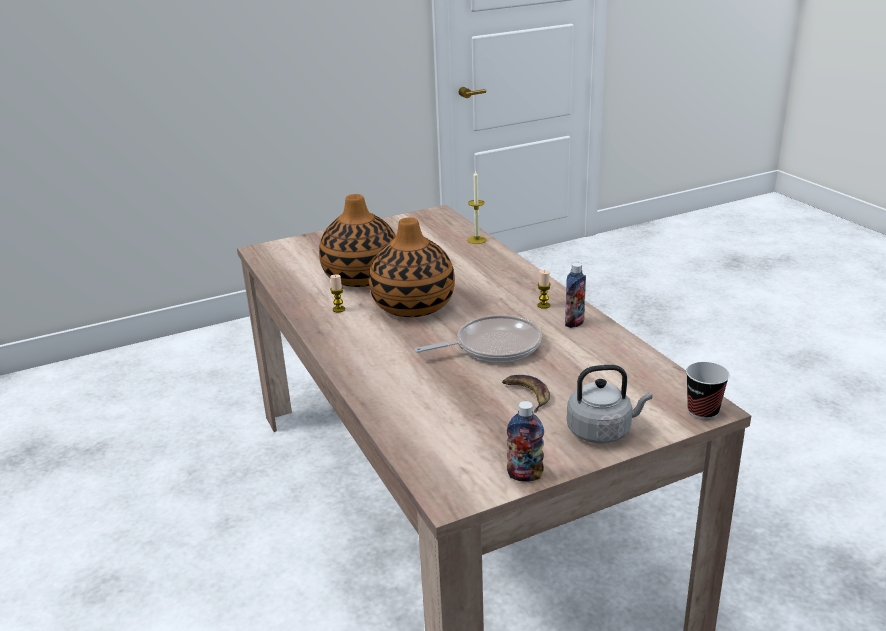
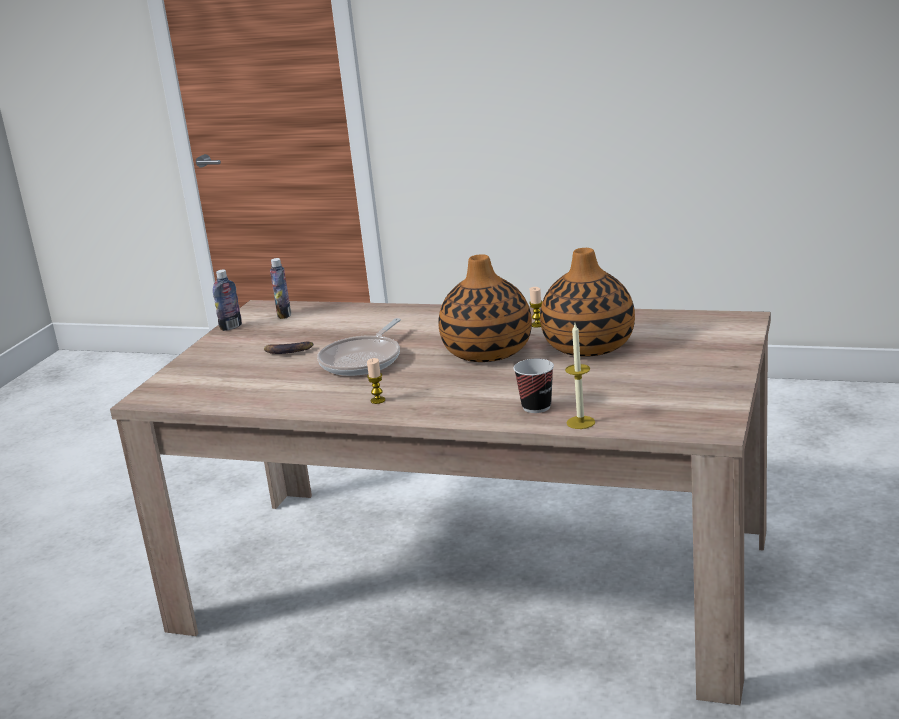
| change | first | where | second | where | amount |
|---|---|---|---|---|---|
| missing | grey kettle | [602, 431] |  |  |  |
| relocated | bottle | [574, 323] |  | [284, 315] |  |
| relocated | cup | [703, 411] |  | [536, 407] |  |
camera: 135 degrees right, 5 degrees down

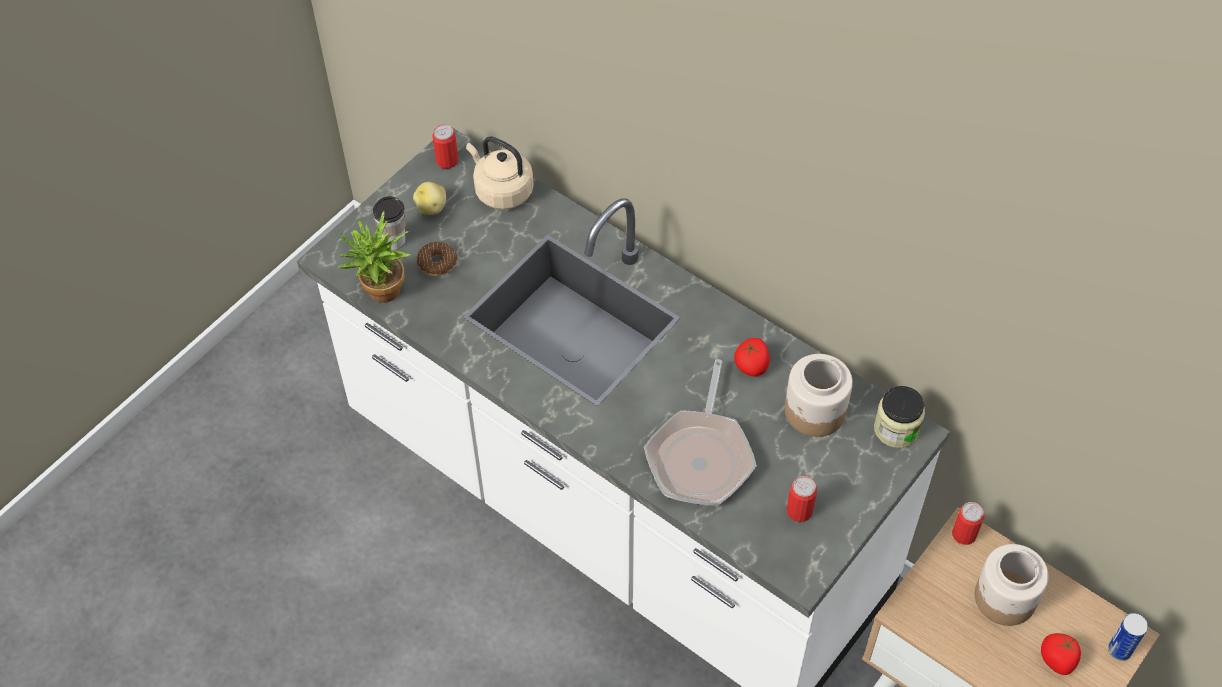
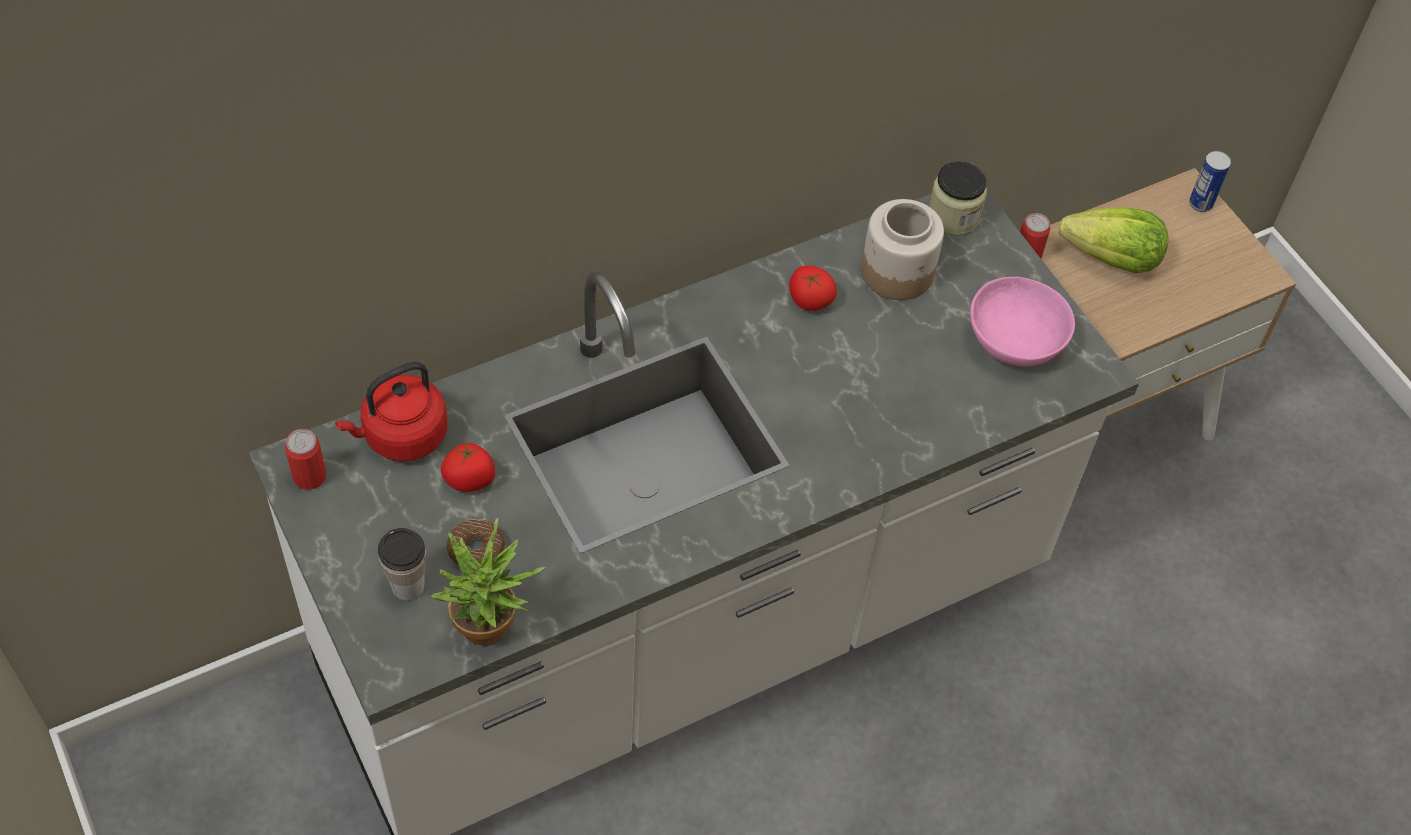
| change | first | where | second | where | amount |
|---|---|---|---|---|---|
| missing | potato | [432, 207] |  |  |  |
| missing | frying pan | [701, 456] |  |  |  |
| relocated | tomato | [1057, 660] |  | [470, 479] |  |
| exchanged | can | [799, 511] | pink bowl | [1016, 339] |  |
| exchanged | jar | [1004, 598] | lettuce | [1112, 260] |  |
| colour | beige kettle | [501, 191] | red kettle | [401, 436] |  |
camera: 70 degrees left, 0 degrees up

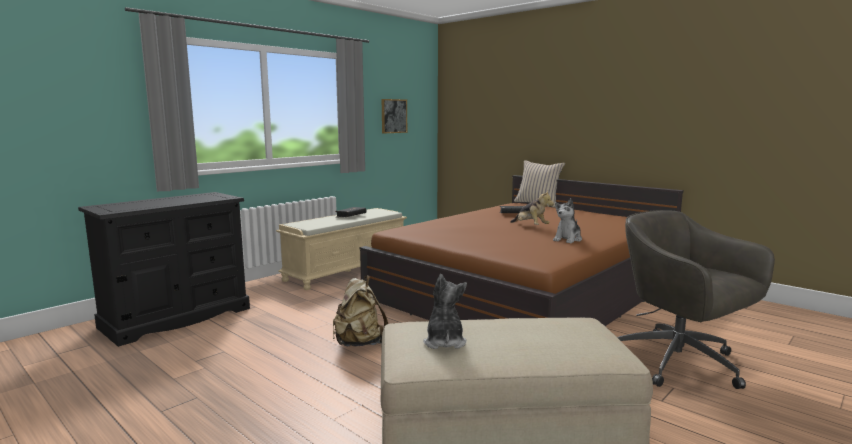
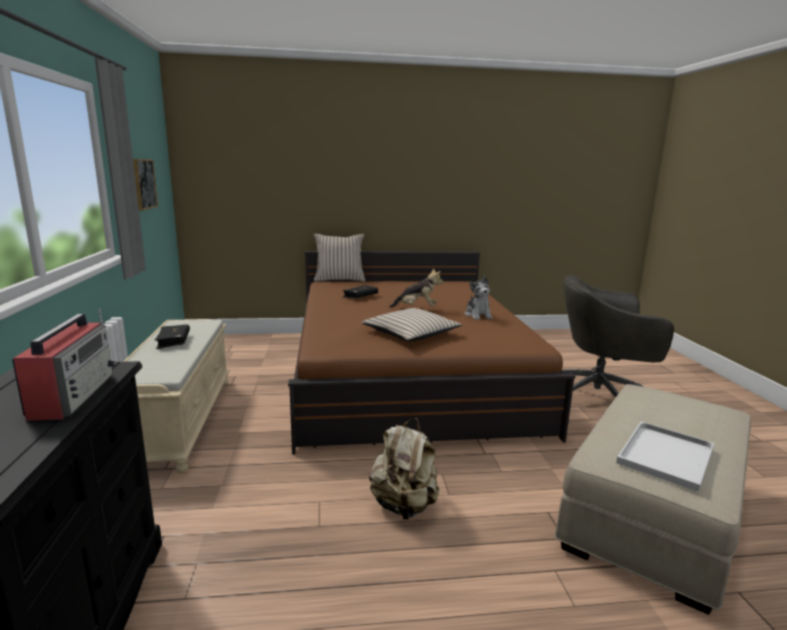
| change | first | where | second | where | amount |
|---|---|---|---|---|---|
| appeared |  |  | radio | [73, 394] |  |
| appeared |  |  | beige pillow | [410, 334] |  |
| exchanged | plush toy | [444, 342] | white tray | [666, 457] |  |
camera: 50 degrees left, 5 degrees up

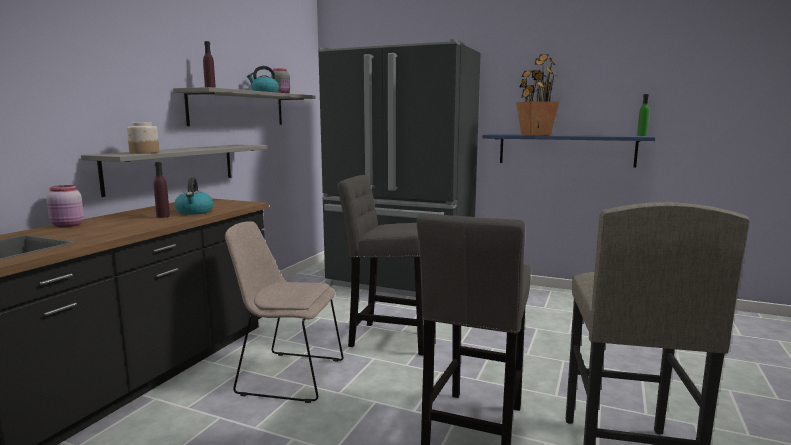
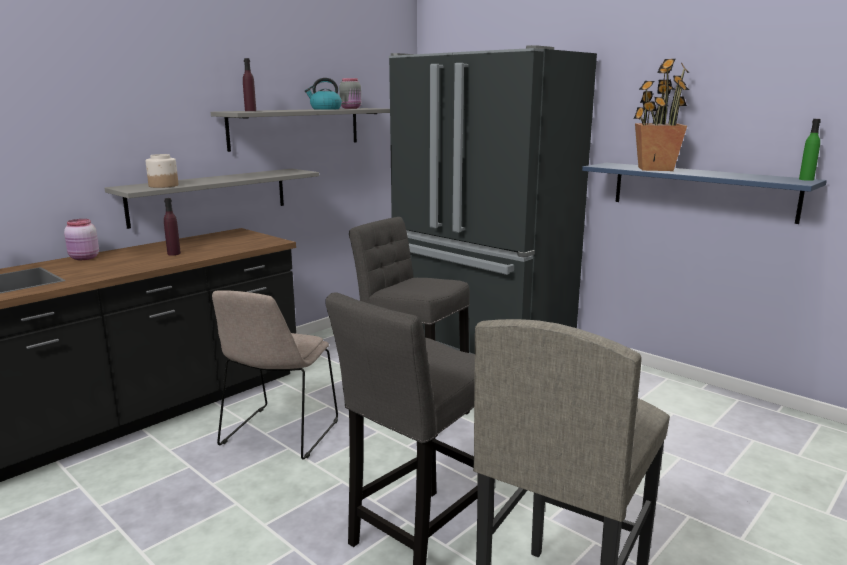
| change | first | where | second | where | amount |
|---|---|---|---|---|---|
| missing | kettle | [194, 212] |  |  |  |
| spun | beige chair | [287, 376] |  | [279, 435] | 105 degrees counterclockwise |
camera: 20 degrees right, 5 degrees up

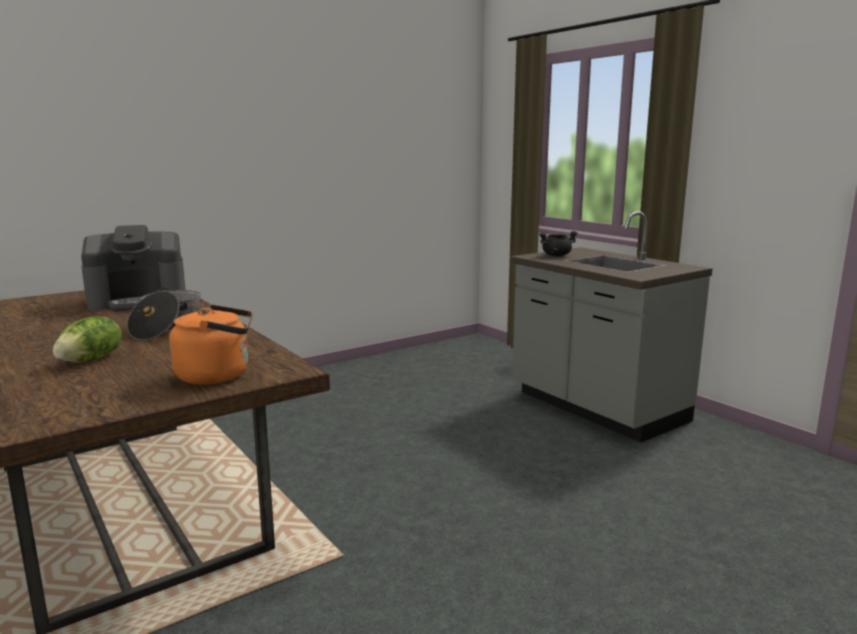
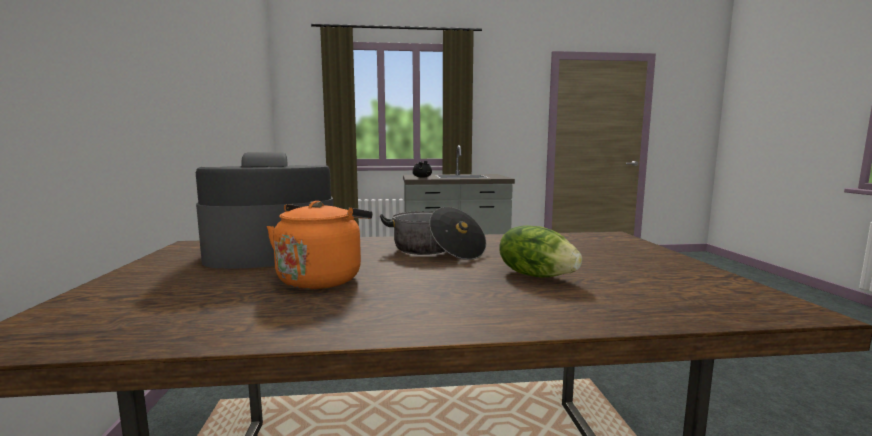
| change | first | where | second | where | amount |
|---|---|---|---|---|---|
| relocated | orange kettle | [218, 375] |  | [322, 278] |  |
| spun | coffee machine | [139, 300] |  | [271, 253] | 120 degrees counterclockwise |
camera: 60 degrees left, 5 degrees down

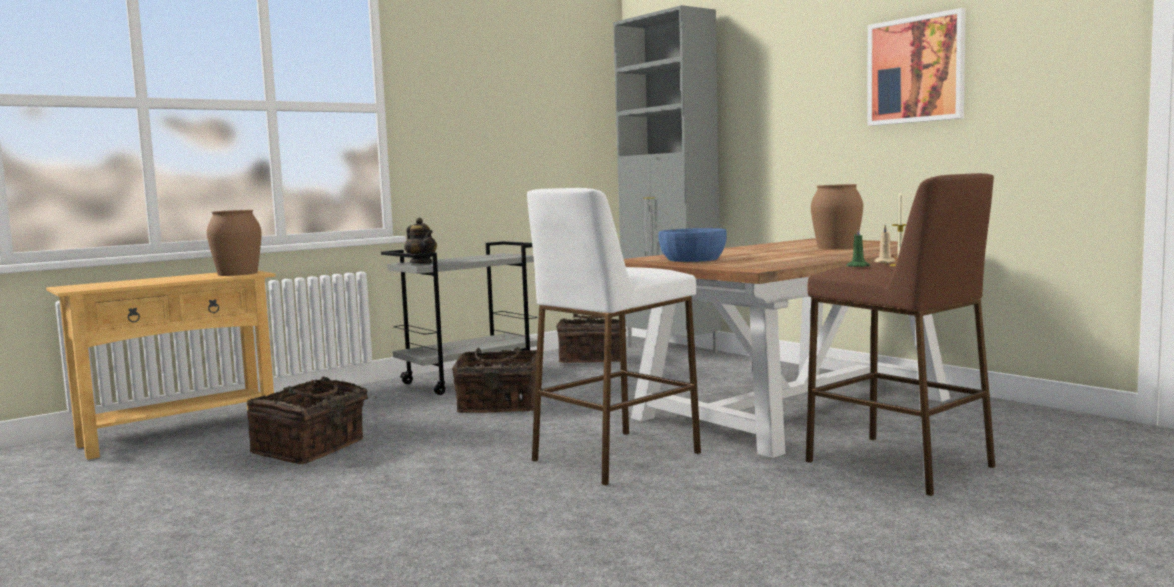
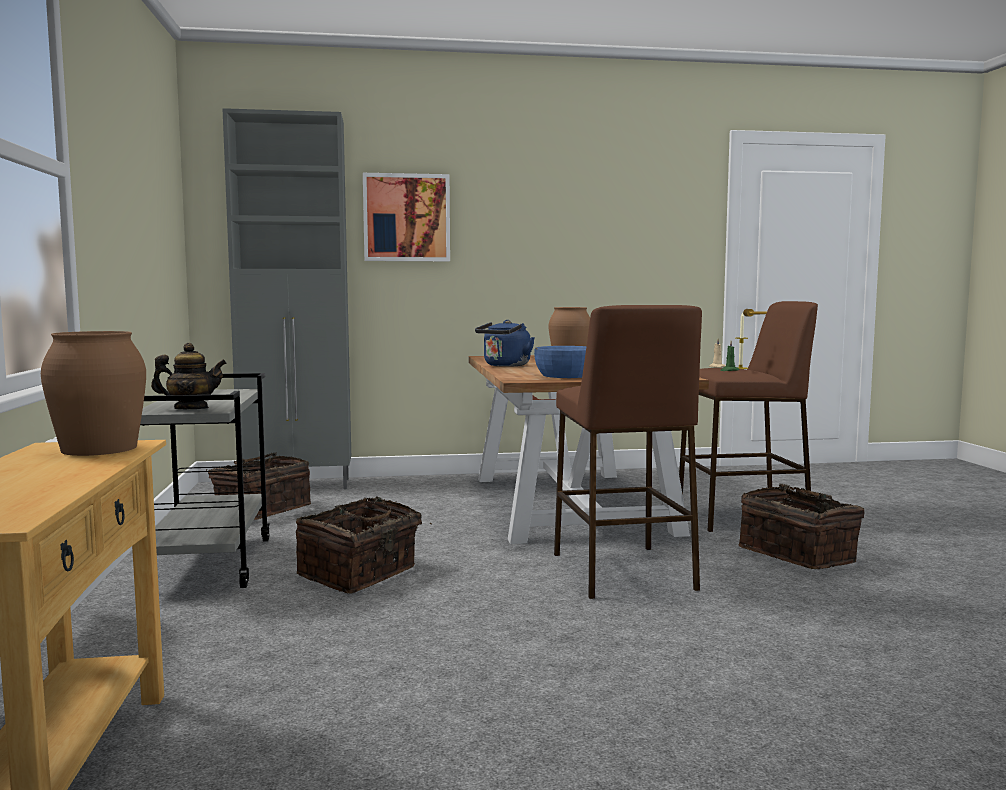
| change | first | where | second | where | amount |
|---|---|---|---|---|---|
| appeared |  |  | blue kettle | [505, 365] |  |
| relocated | basket | [311, 448] |  | [798, 555] |  |
| relocated | picture | [916, 70] |  | [406, 218] |  |
| colour | white stool | [615, 457] | brown stool | [622, 571] |  |
camera: 60 degrees left, 0 degrees up

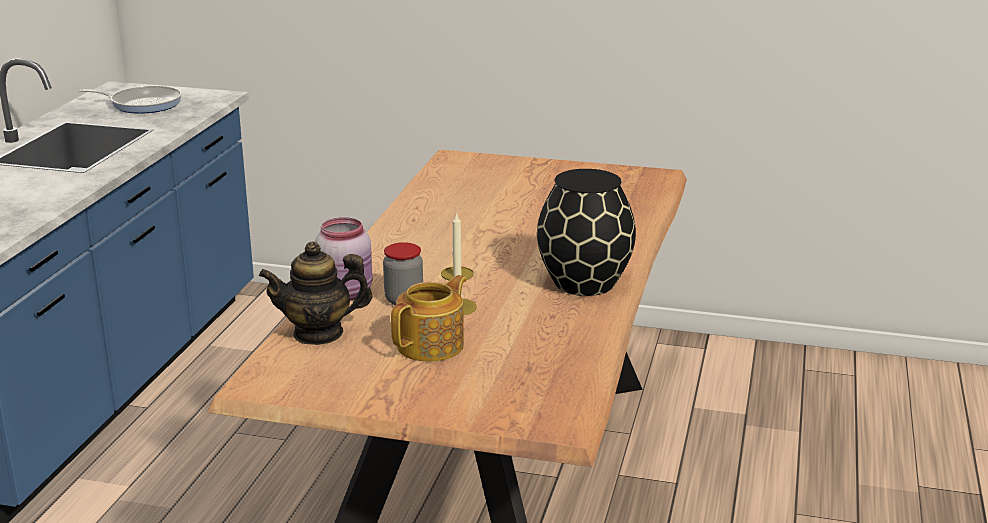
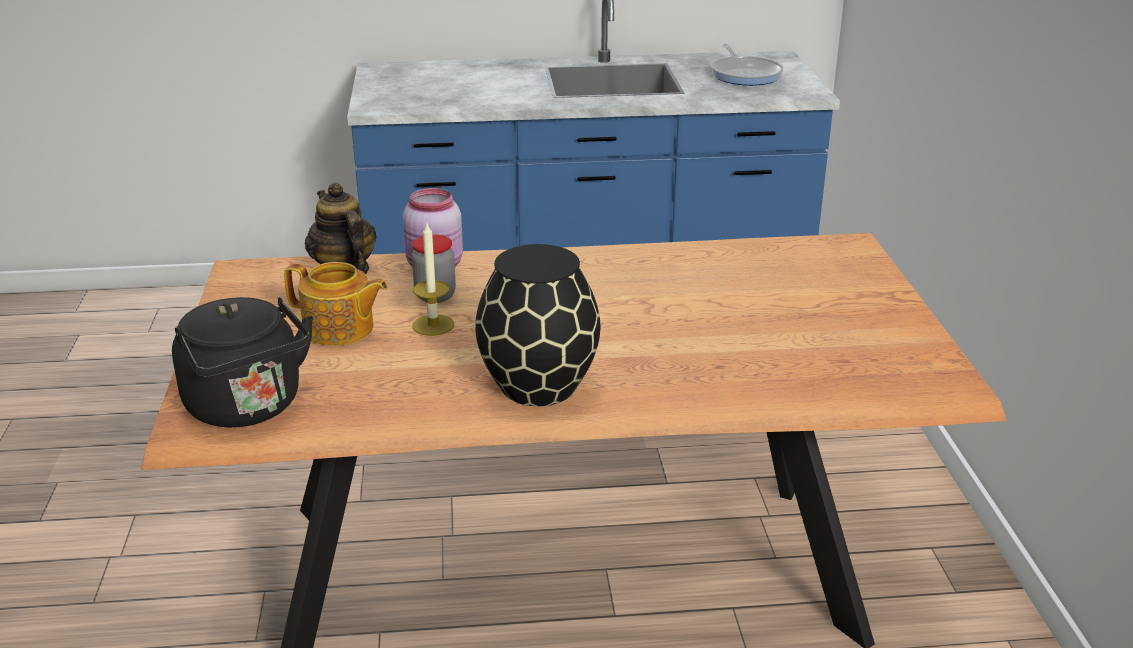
| change | first | where | second | where | amount |
|---|---|---|---|---|---|
| appeared |  |  | black kettle | [248, 408] |  |
camera: 70 degrees right, 5 degrees up

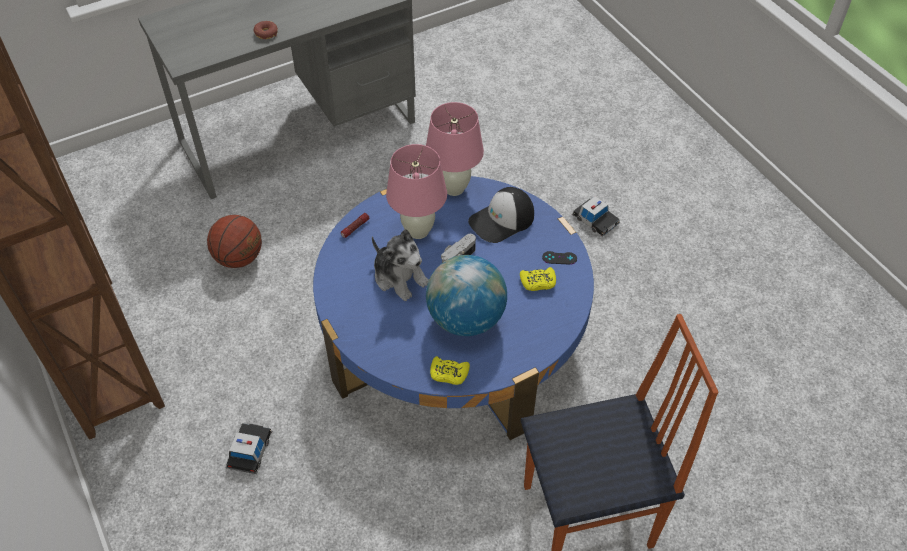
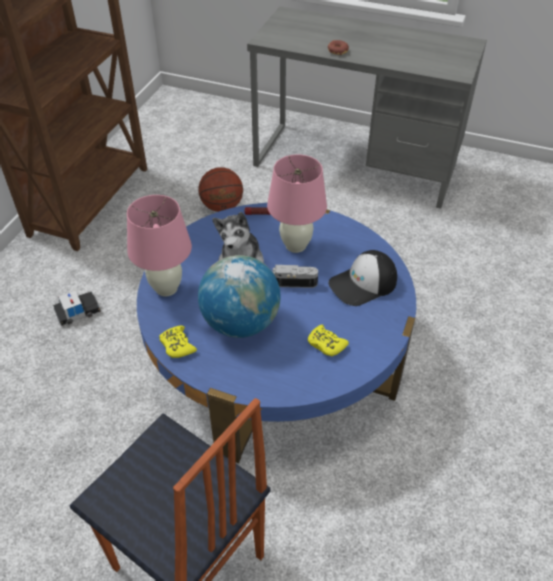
| change | first | where | second | where | amount |
|---|---|---|---|---|---|
| missing | black game controller | [559, 258] |  |  |  |
| missing | toy car | [595, 220] |  |  |  |
| relocated | pink table lamp | [454, 188] |  | [166, 288] |  |
| spun | cap | [502, 220] |  | [363, 284] | 45 degrees counterclockwise |
camera: 50 degrees right, 5 degrees down

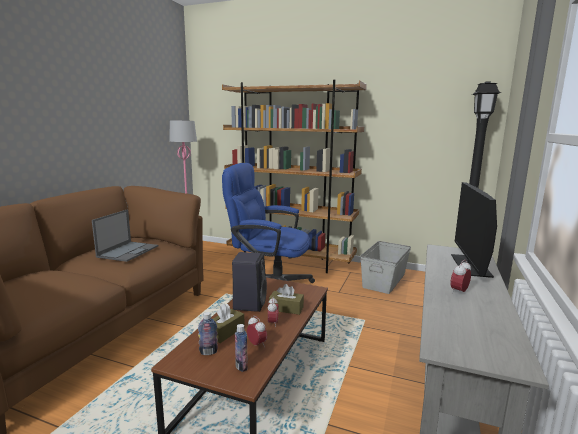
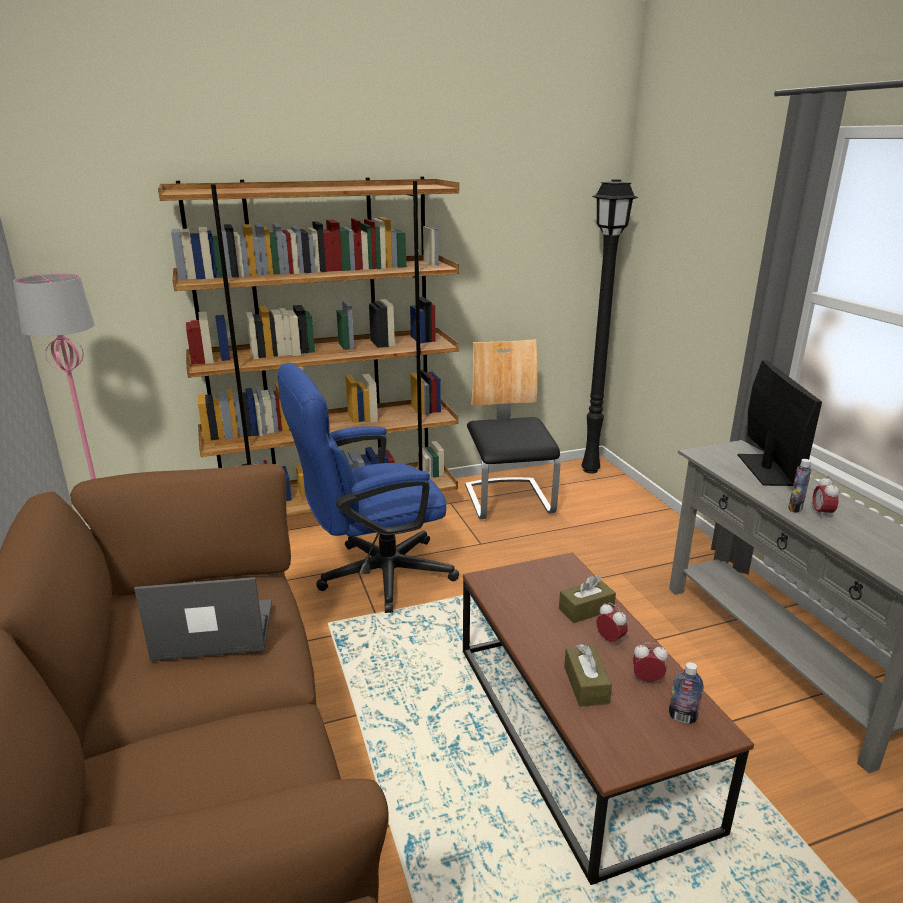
| change | first | where | second | where | amount |
|---|---|---|---|---|---|
| missing | black speaker | [249, 303] |  |  |  |
| relocated | bottle | [208, 352] |  | [795, 508] |  |
| exchanged | grey storage box | [384, 280] | chair | [509, 500] |  |
| spun | laptop | [128, 251] |  | [212, 630] | 75 degrees counterclockwise |
| spun | monitor | [470, 265] |  | [765, 469] | 150 degrees counterclockwise |
camera: 40 degrees left, 10 degrees up

